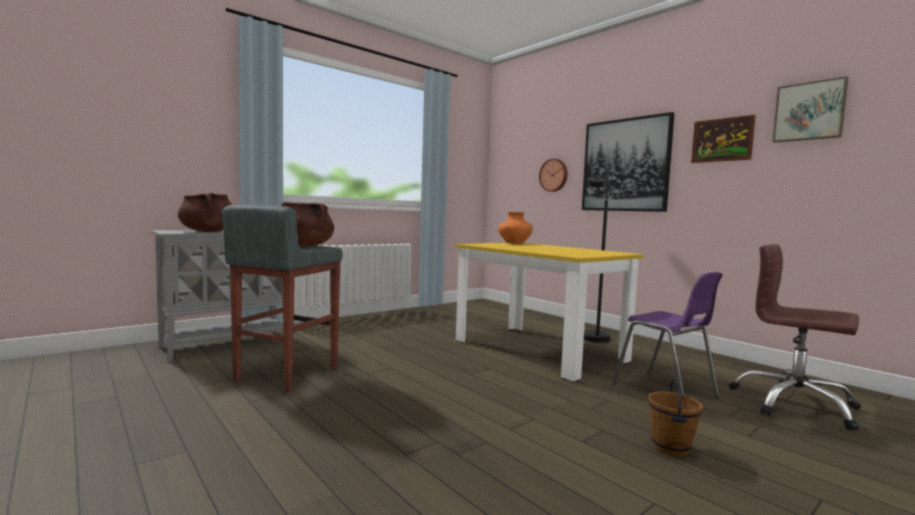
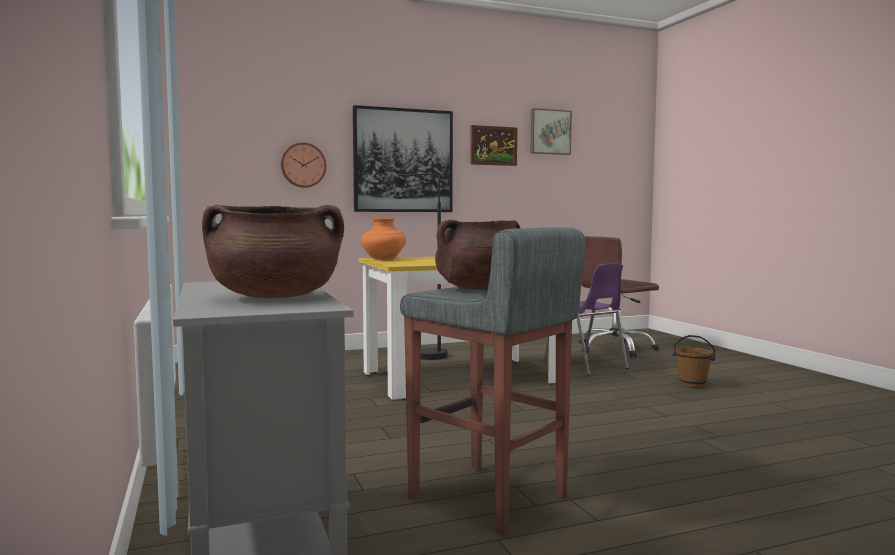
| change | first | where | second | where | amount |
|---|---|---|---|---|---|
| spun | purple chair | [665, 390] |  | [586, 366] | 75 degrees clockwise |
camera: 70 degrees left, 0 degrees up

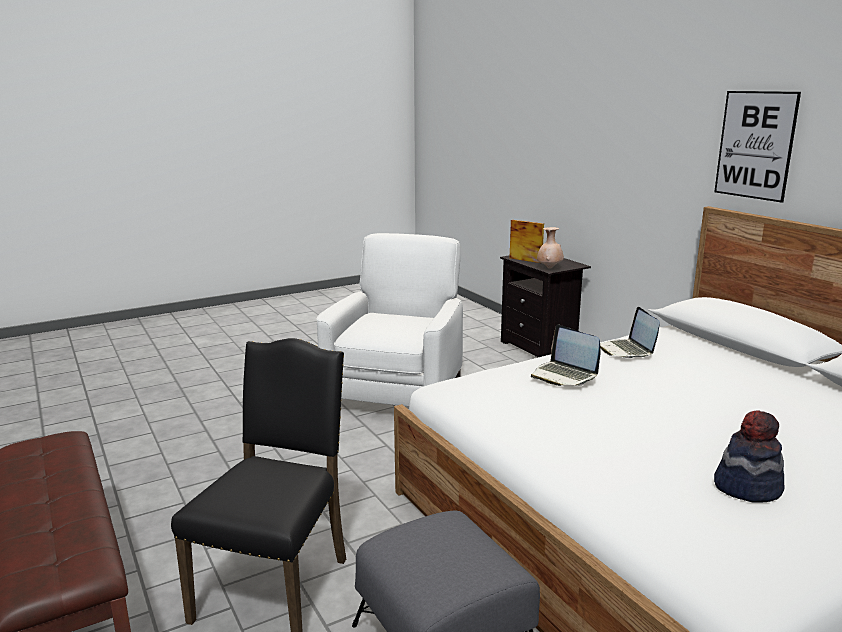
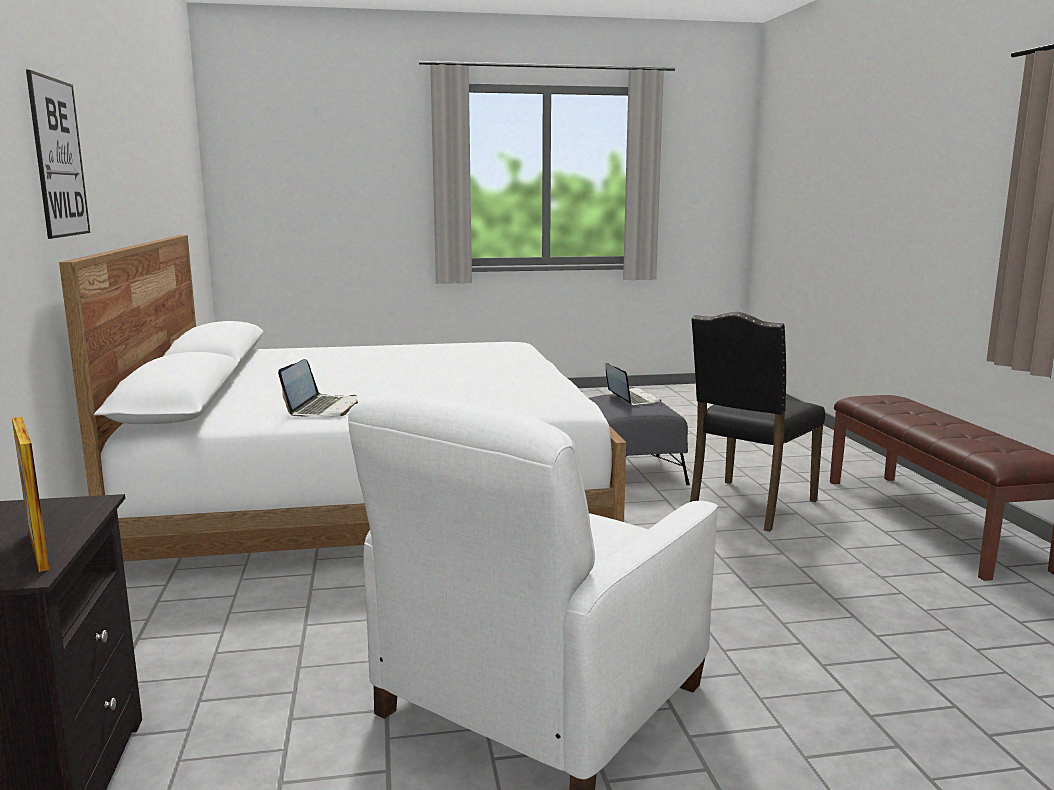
| change | first | where | second | where | amount |
|---|---|---|---|---|---|
| missing | beige vase | [549, 268] |  |  |  |
| missing | hat | [747, 487] |  |  |  |
| relocated | laptop | [564, 375] |  | [631, 399] |  |
camera: 160 degrees left, 5 degrees down

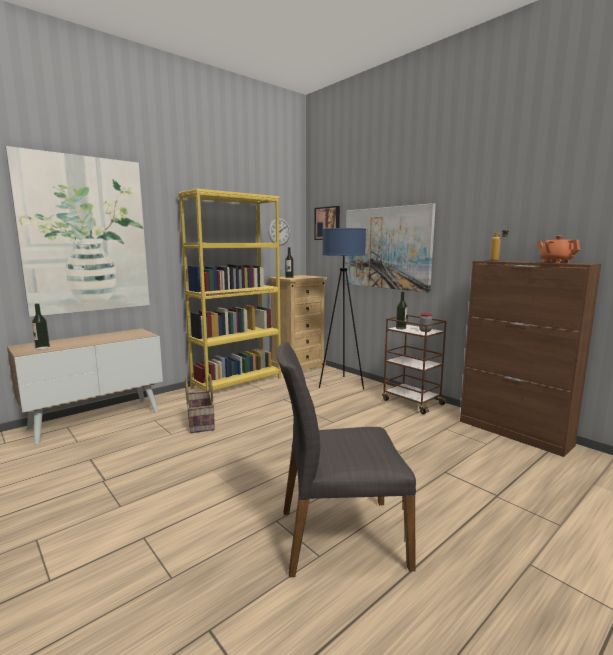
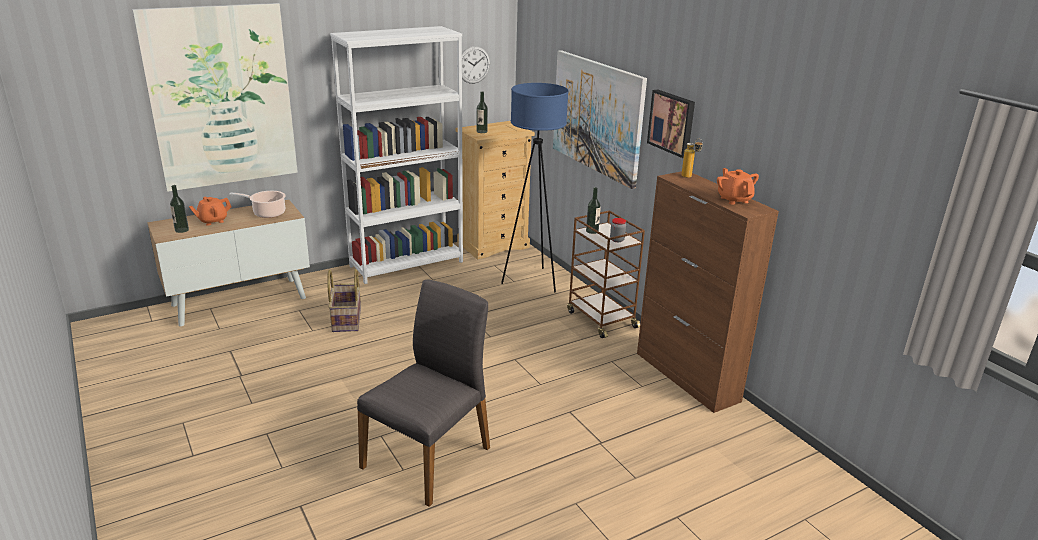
| change | first | where | second | where | amount |
|---|---|---|---|---|---|
| appeared |  |  | orange teapot | [212, 221] |  |
| appeared |  |  | cooking pot | [267, 213] |  |
| relocated | picture | [328, 223] |  | [672, 122] |  |
| colour | yellow bookcase | [237, 382] | white bookcase | [407, 264] |  |
| spun | grey chair | [340, 536] |  | [429, 457] | 120 degrees clockwise |
camera: 10 degrees right, 15 degrees up

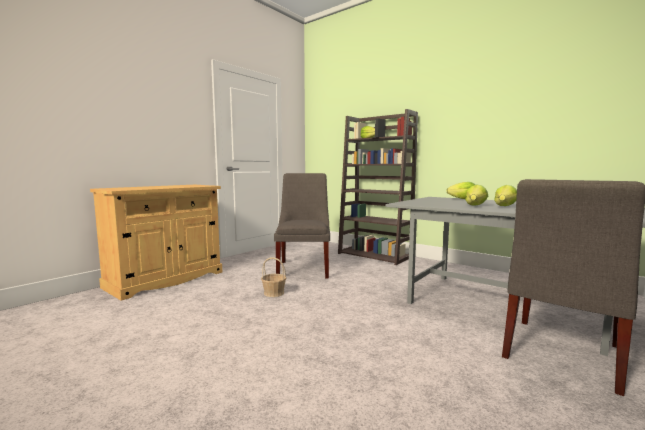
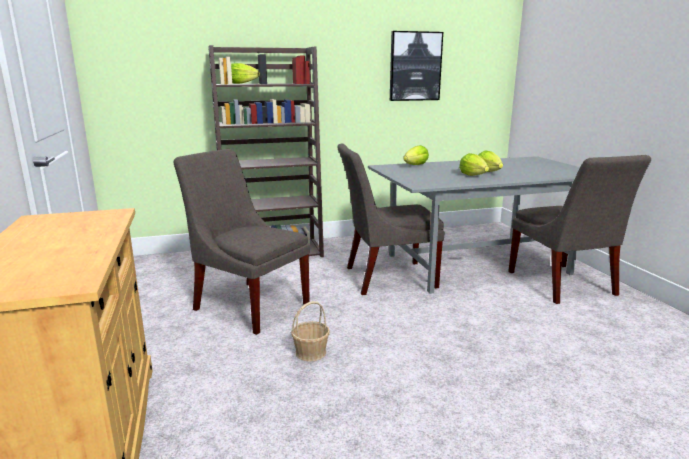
| change | first | where | second | where | amount |
|---|---|---|---|---|---|
| appeared |  |  | grey chair | [385, 277] |  |
| appeared |  |  | picture | [415, 66] |  |
camera: 55 degrees left, 10 degrees up

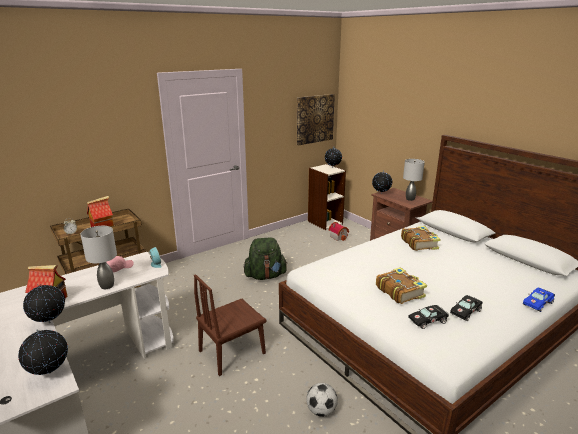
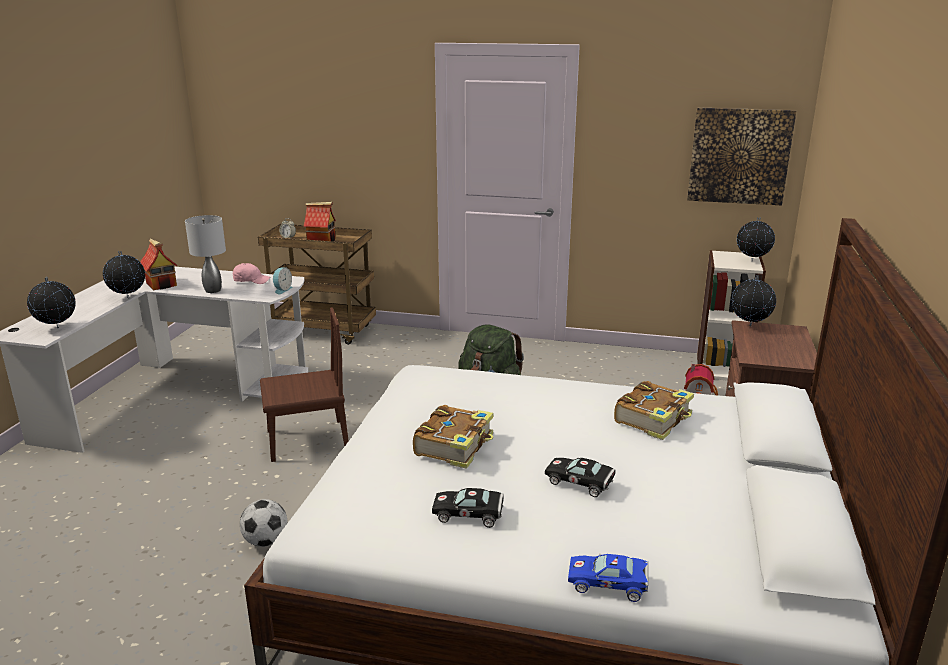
| change | first | where | second | where | amount |
|---|---|---|---|---|---|
| missing | grey table lamp | [410, 199] |  |  |  |
| relocated | black toy car | [428, 320] |  | [581, 483] |  |
| spun | brown chair | [232, 352] |  | [307, 440] | 150 degrees clockwise |
camera: 50 degrees right, 0 degrees up

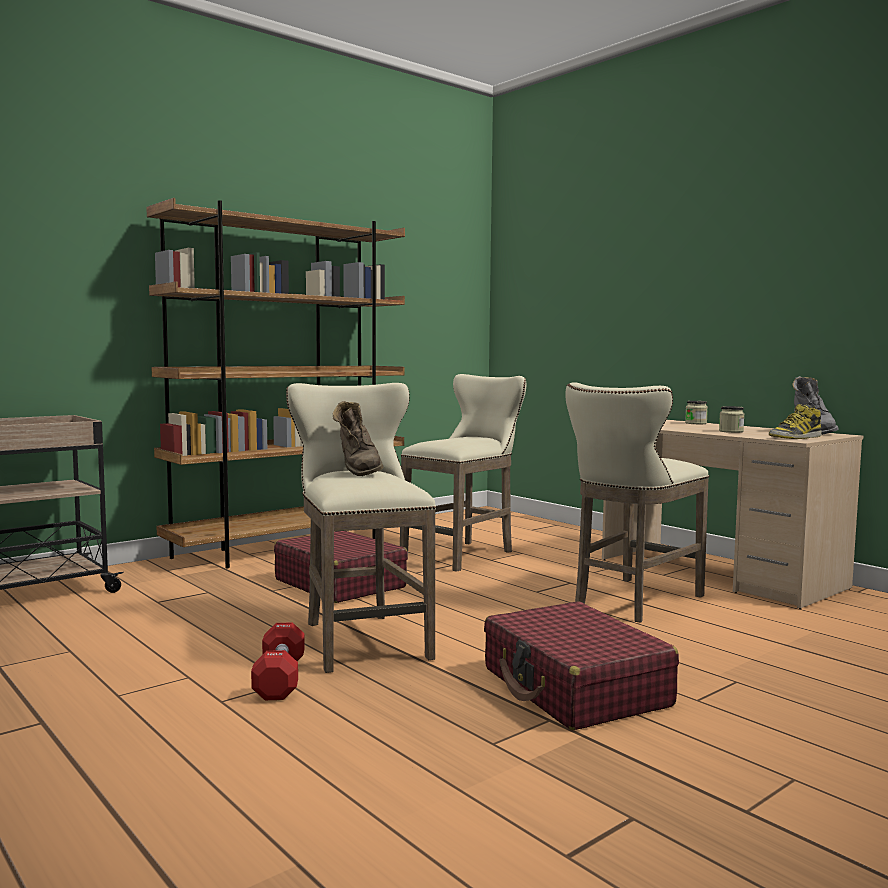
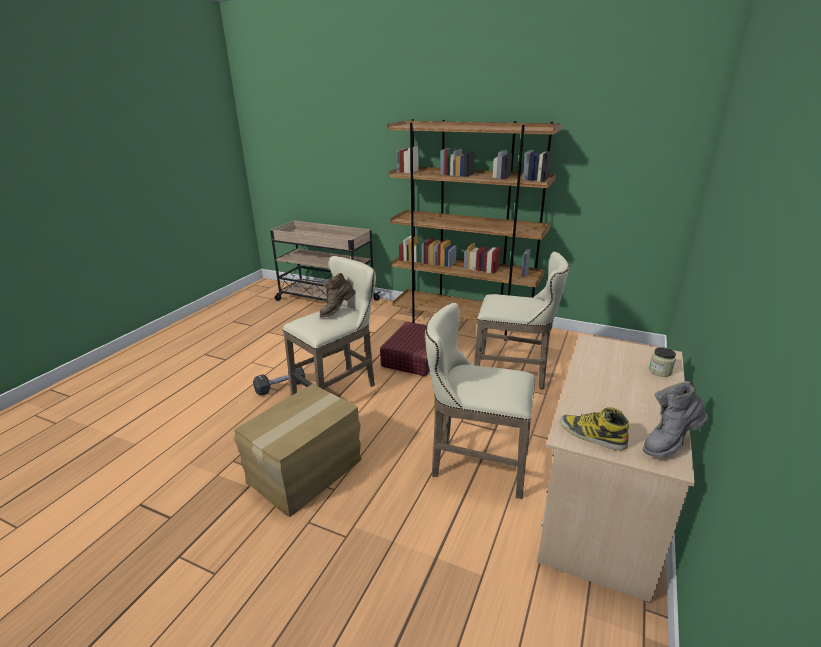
| change | first | where | second | where | amount |
|---|---|---|---|---|---|
| missing | jar | [731, 431] |  |  |  |
| exchanged | red suitcase | [575, 688] | cardboard box | [306, 471] |  |
| colour | red dumbbell | [279, 679] | black dumbbell | [280, 387] |  |
camera: 65 degrees right, 20 degrees up

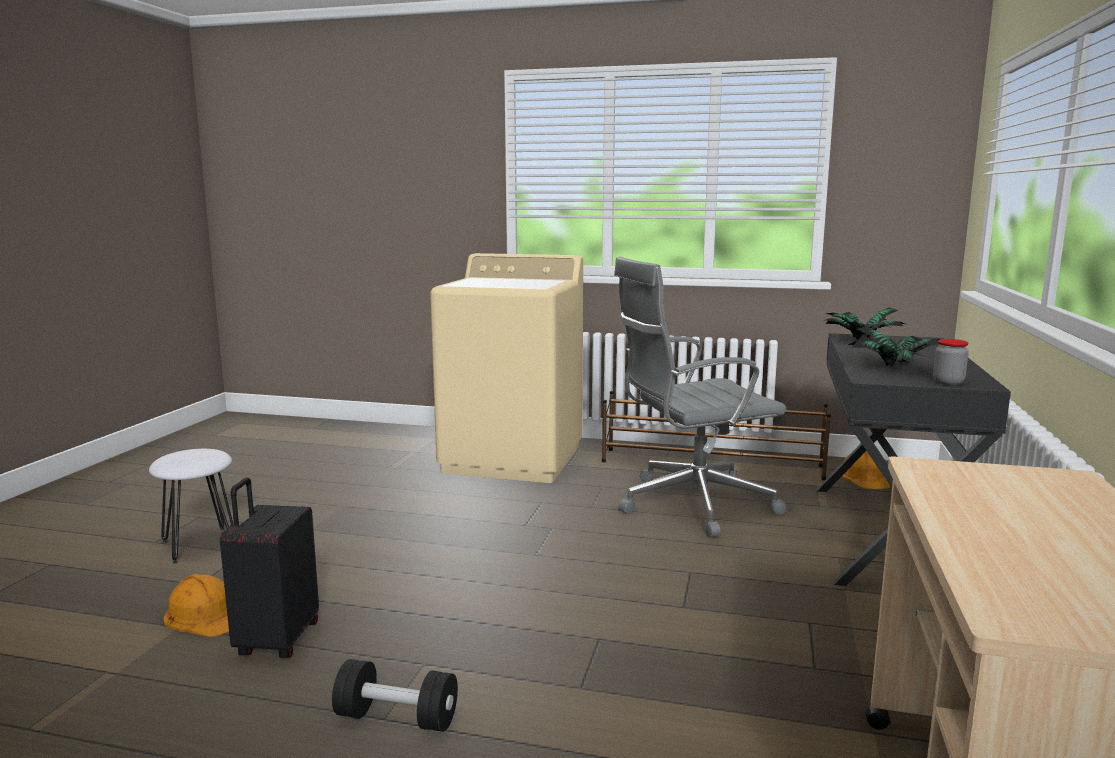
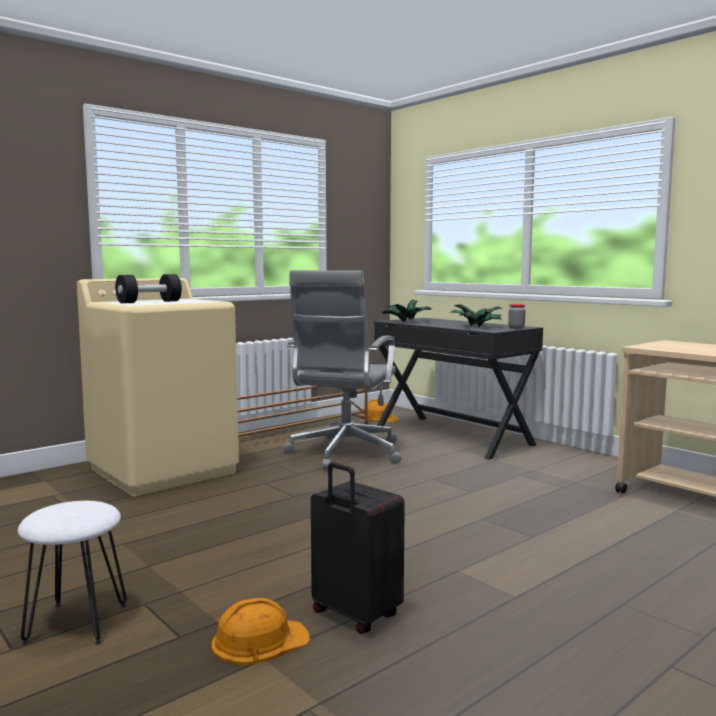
| change | first | where | second | where | amount |
|---|---|---|---|---|---|
| relocated | black dumbbell | [396, 718] |  | [149, 302] |  |
camera: 55 degrees left, 5 degrees down

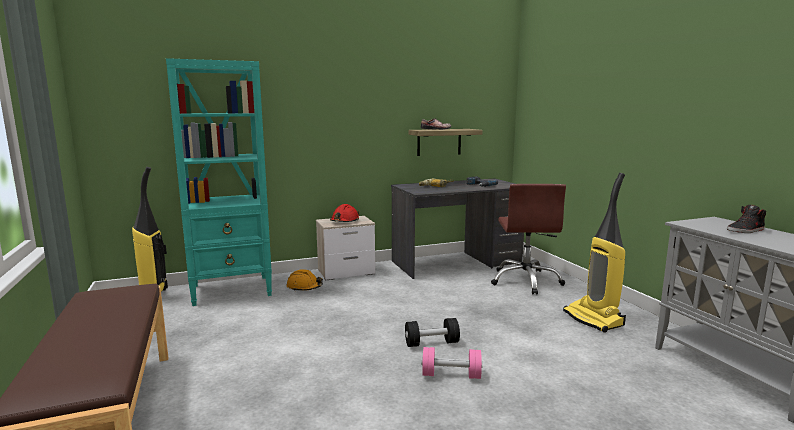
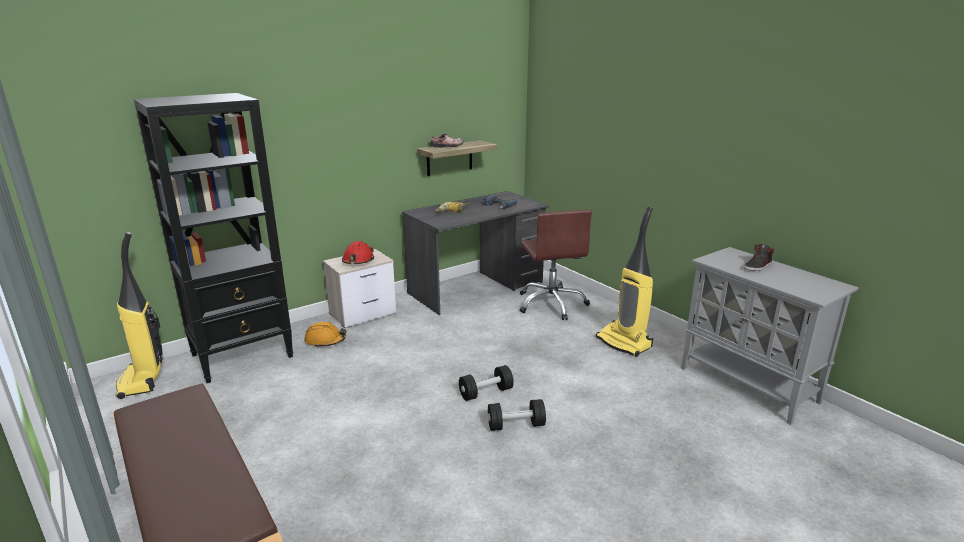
| change | first | where | second | where | amount |
|---|---|---|---|---|---|
| colour | turquoise bookcase | [232, 290] | black bookcase | [243, 355] |  |
| colour | pink dumbbell | [451, 375] | black dumbbell | [516, 425] |  |
camera: 15 degrees left, 10 degrees up

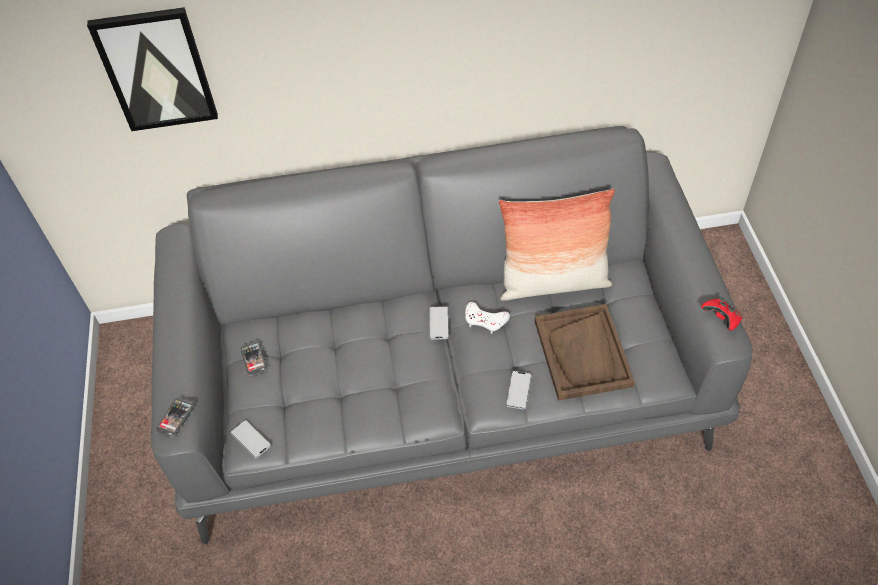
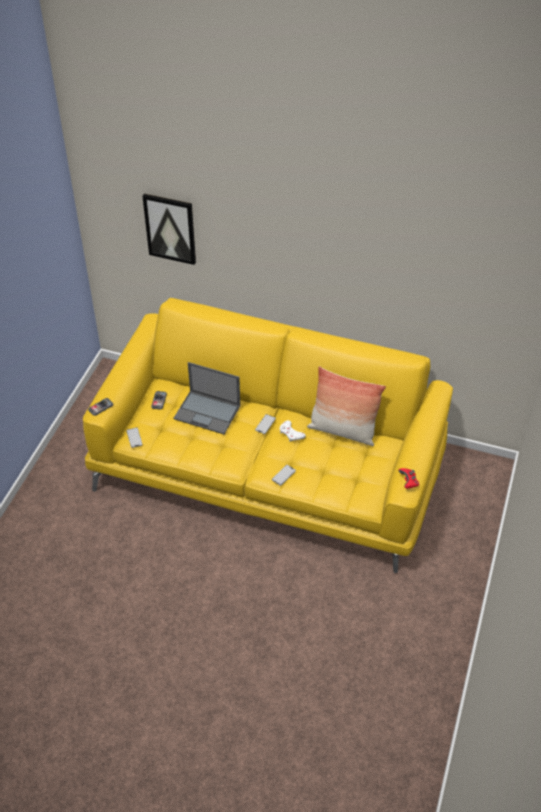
| change | first | where | second | where | amount |
|---|---|---|---|---|---|
| missing | brown tray | [582, 353] |  |  |  |
| appeared |  |  | laptop | [208, 412] |  |
| colour | grey sofa | [444, 379] | yellow sofa | [270, 468] |  |
camera: 25 degrees right, 5 degrees down

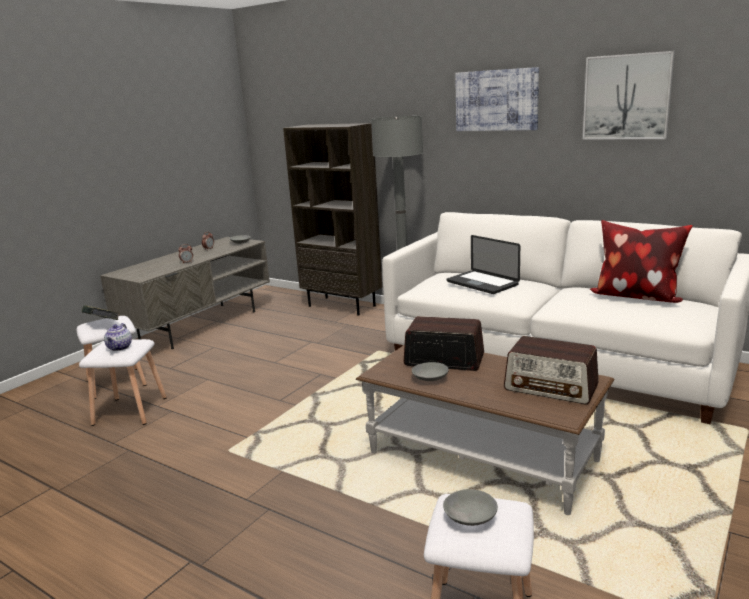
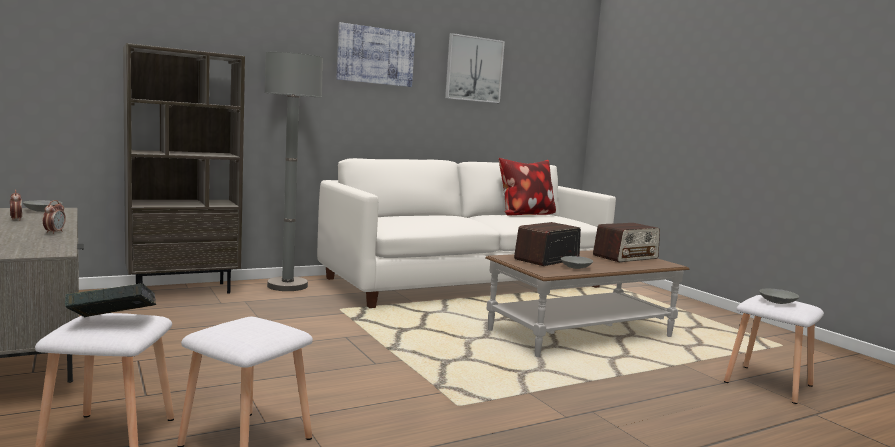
| change | first | where | second | where | amount |
|---|---|---|---|---|---|
| missing | teapot | [120, 348] |  |  |  |
| missing | laptop | [482, 283] |  |  |  |
camera: 65 degrees left, 10 degrees down

